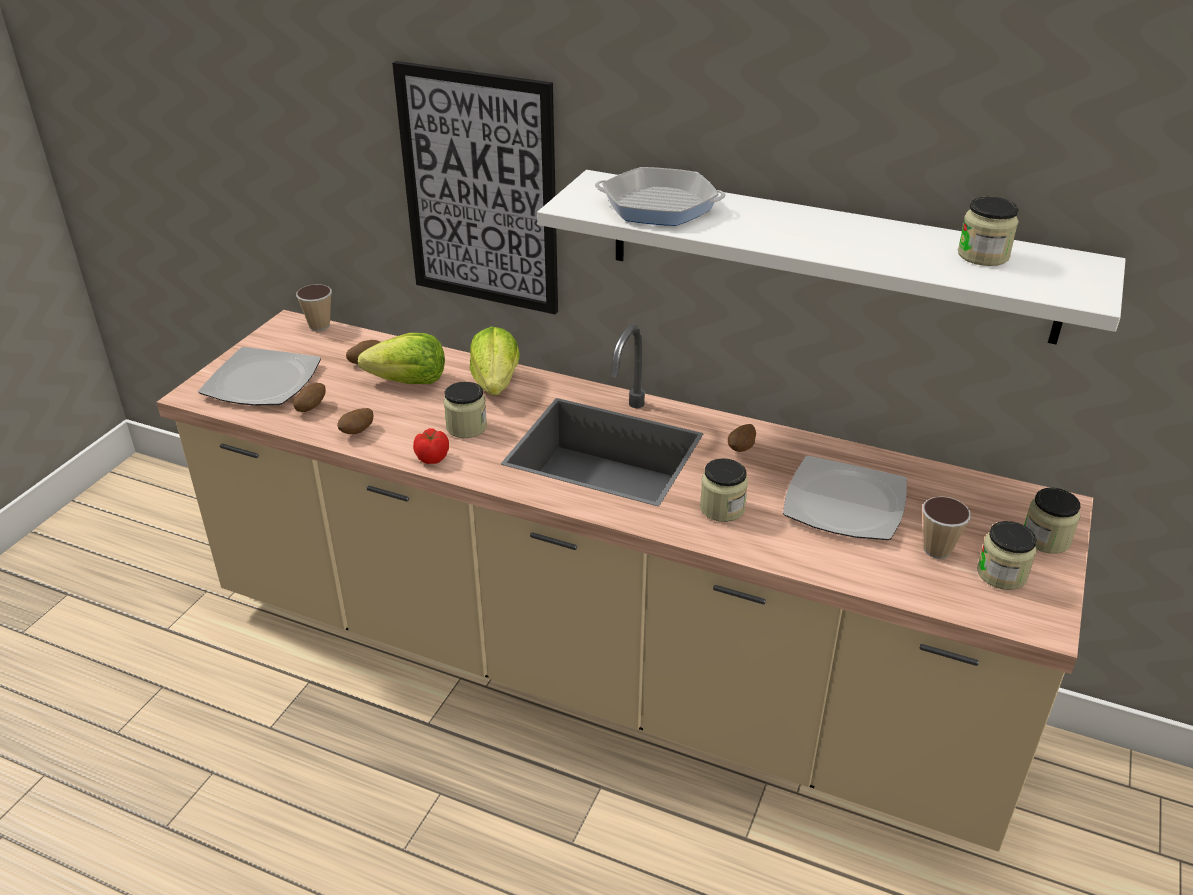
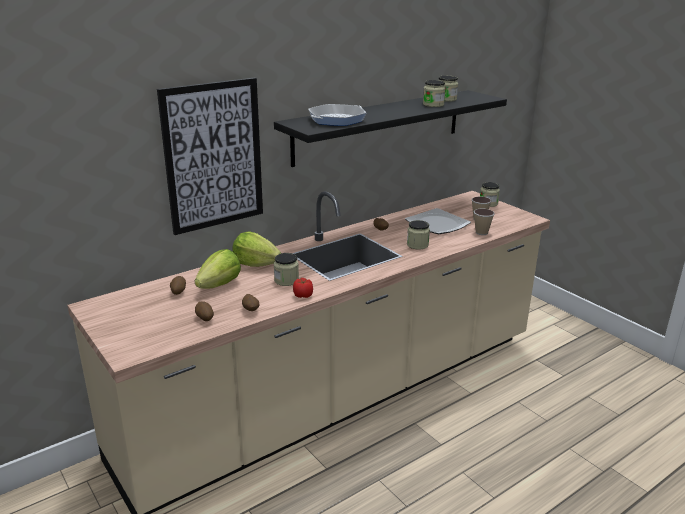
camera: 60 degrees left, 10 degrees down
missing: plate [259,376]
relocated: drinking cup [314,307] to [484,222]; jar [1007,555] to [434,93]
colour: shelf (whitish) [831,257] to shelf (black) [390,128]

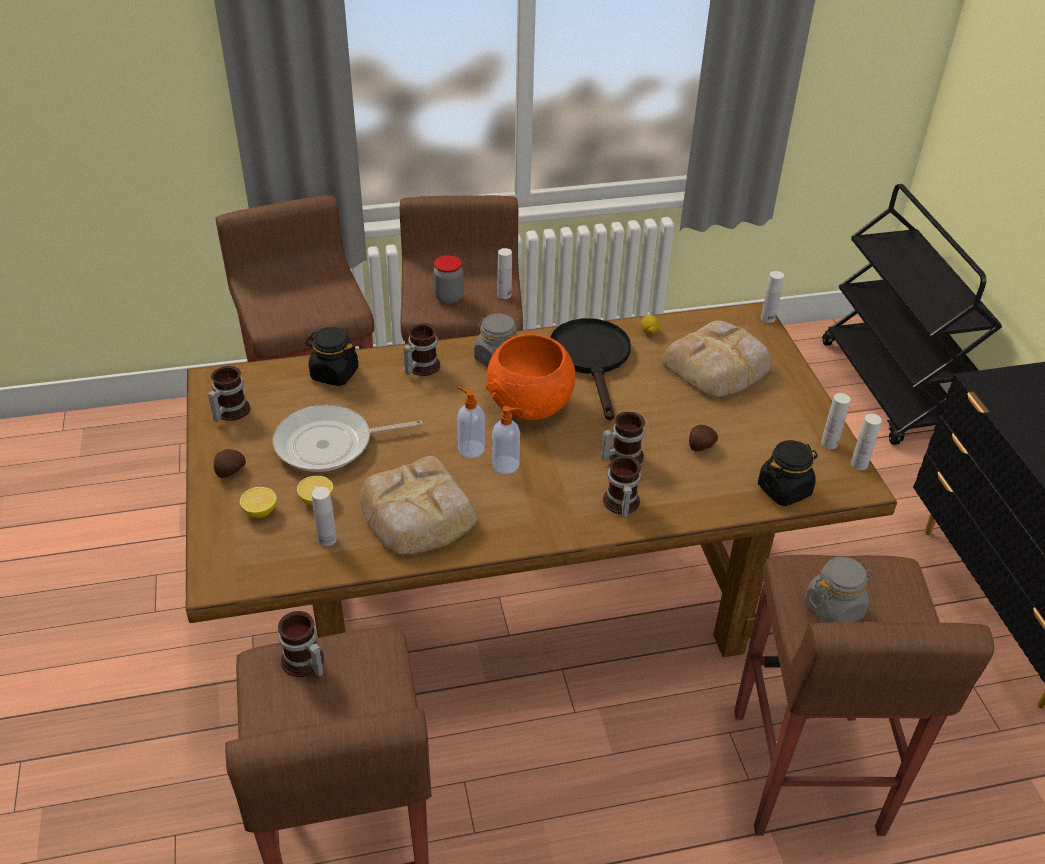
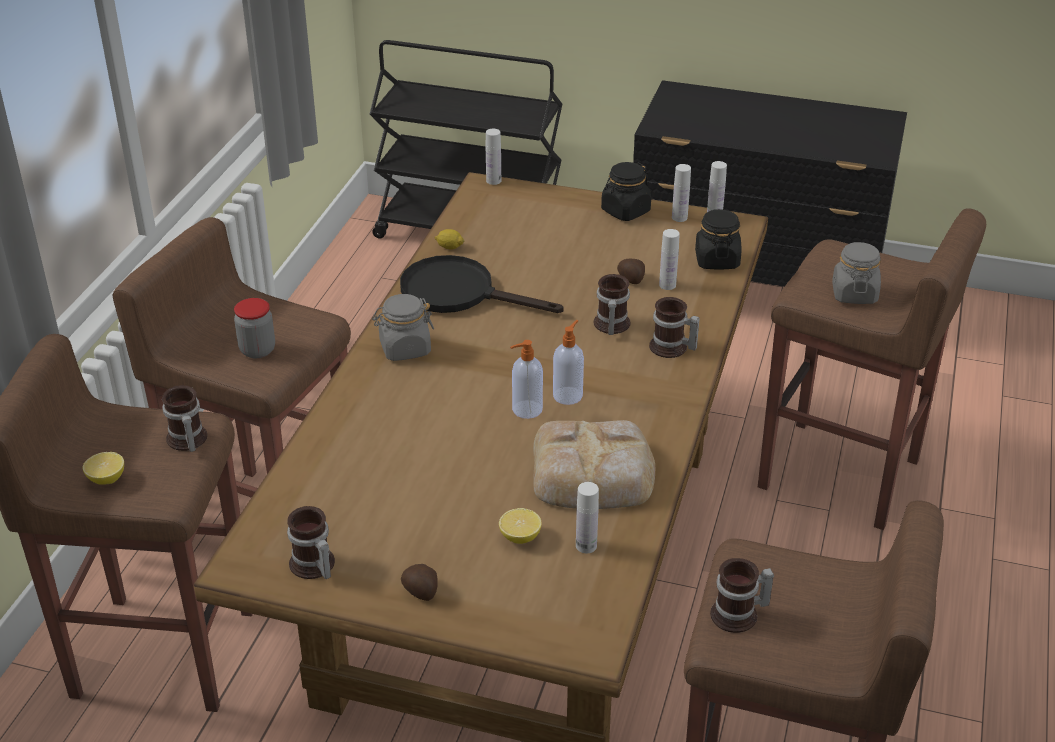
camera: 60 degrees left, 5 degrees down
missing: bread [717,358]; deep dish (orange-coloured) [530,377]; pan [348,438]
relocated: beverage bottle (whitish) [505,273] to [669,259]; mug [421,349] to [184,418]; jar (black) [332,356] to [626,191]; whole lemon [258,502] to [103,468]

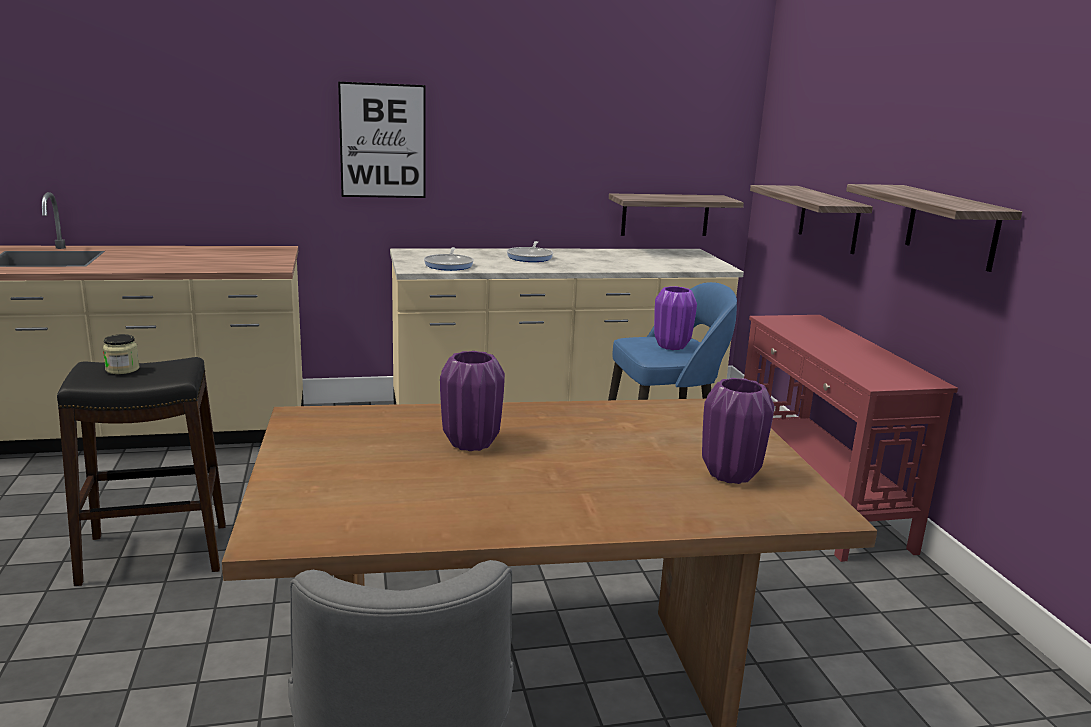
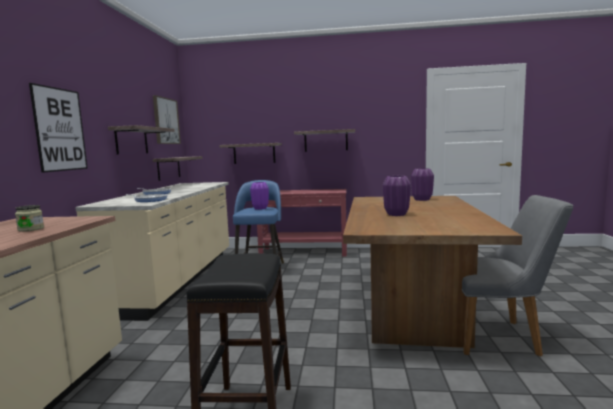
camera: 70 degrees left, 10 degrees down
appeared: picture [167,119]; shelf [141,139]
relocated: jar [121,354] to [29,218]

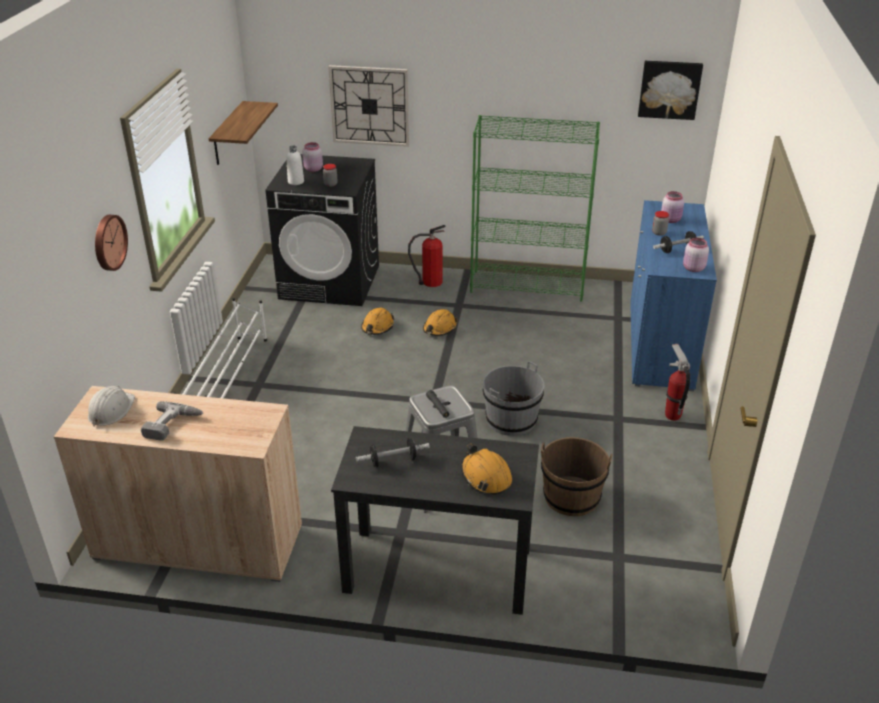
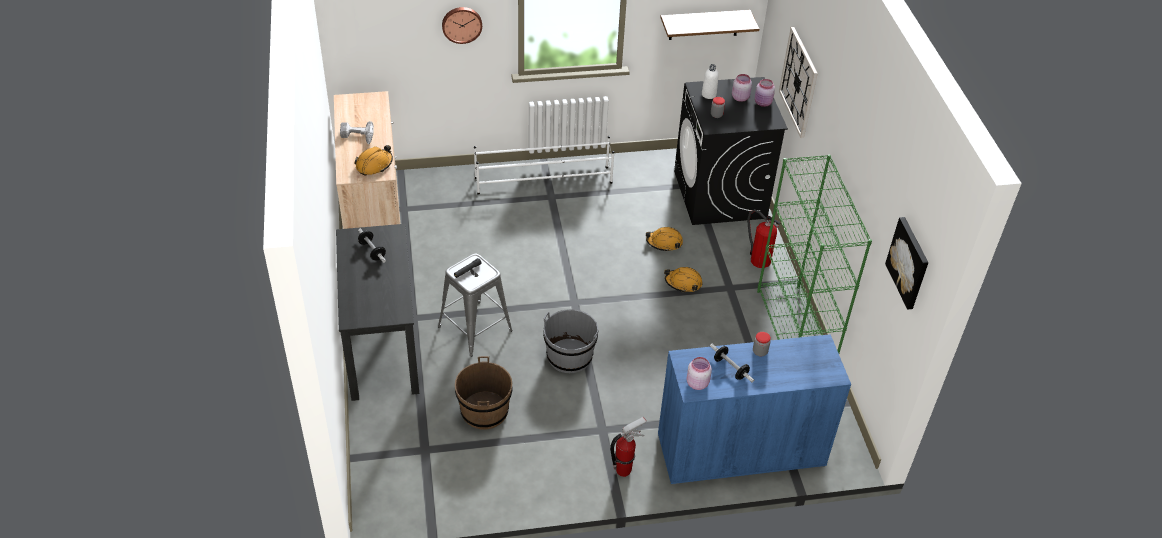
camera: 70 degrees right, 10 degrees up
missing: safety helmet (whitish) [111,406]
relocated: jar (pinkish) [672,207] to [765,93]; safety helmet (orange-coloured) [486,469] to [373,160]

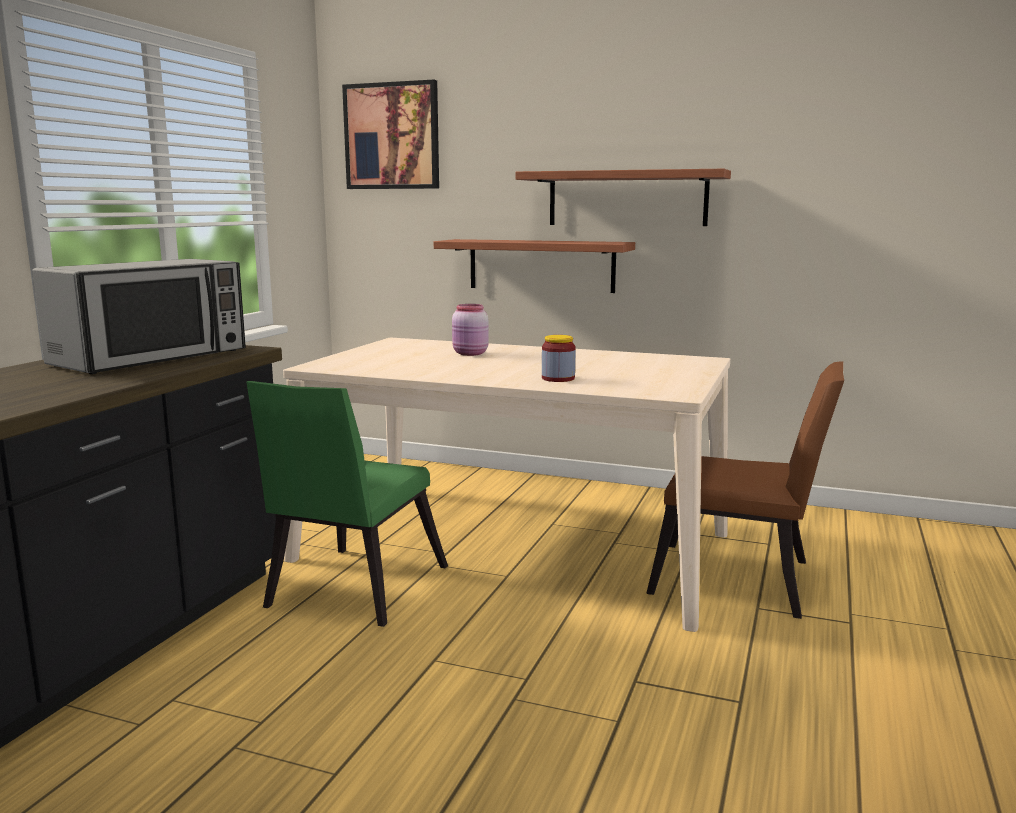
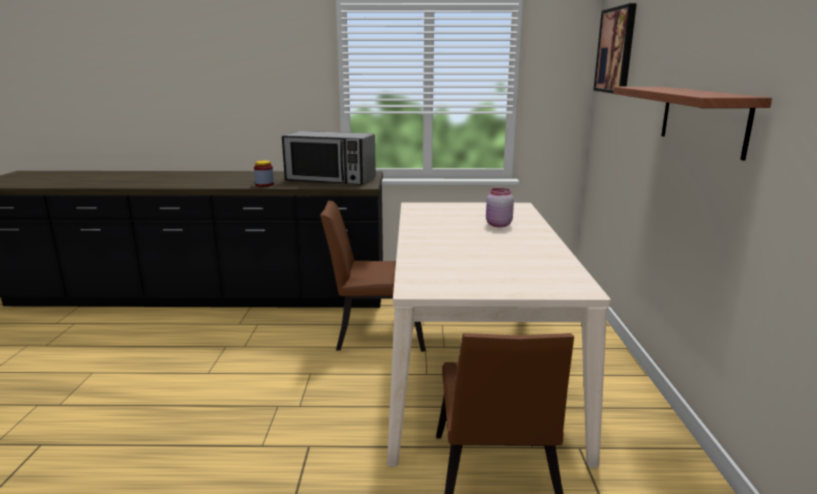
camera: 70 degrees right, 5 degrees up
missing: shelf [534,266]
relocated: jar [559,358] to [264,173]
colour: chair (green) [347,504] to chair (brown) [372,276]

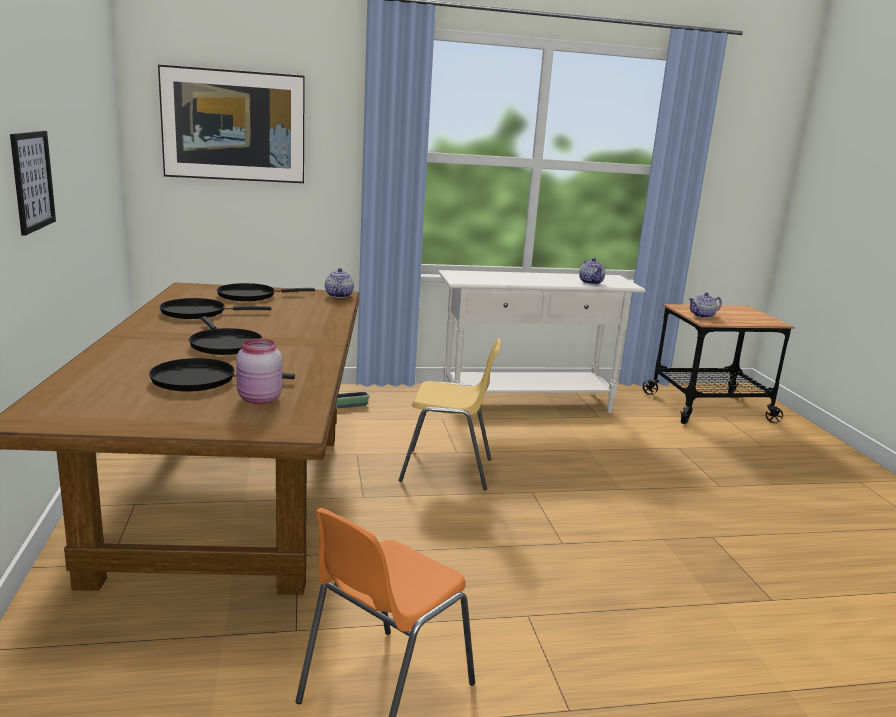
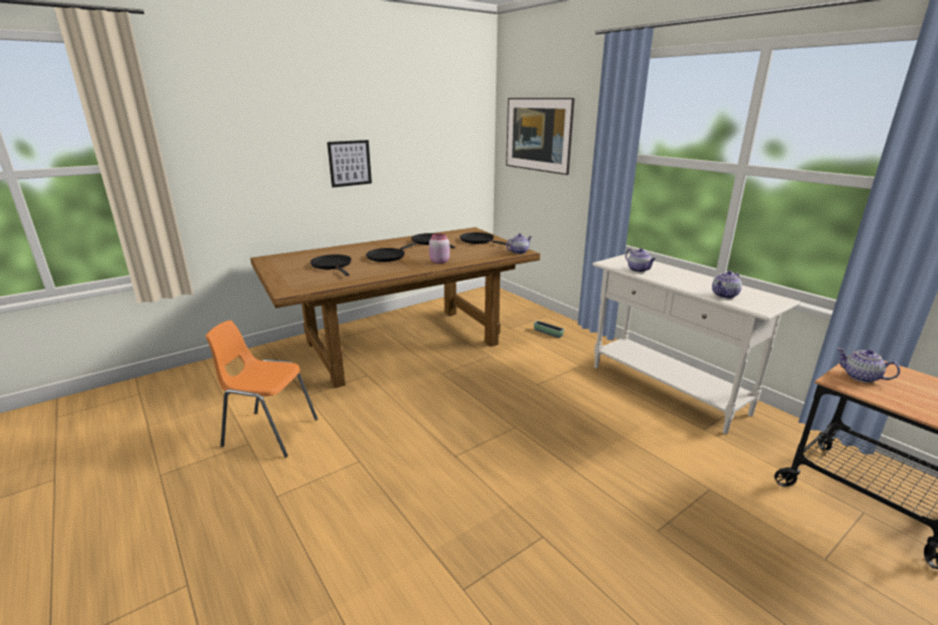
camera: 65 degrees right, 5 degrees up
missing: chair (yellowish) [449,414]
appeared: tea pot [640,260]
relocated: jar (pinkish) [259,371] to [439,249]

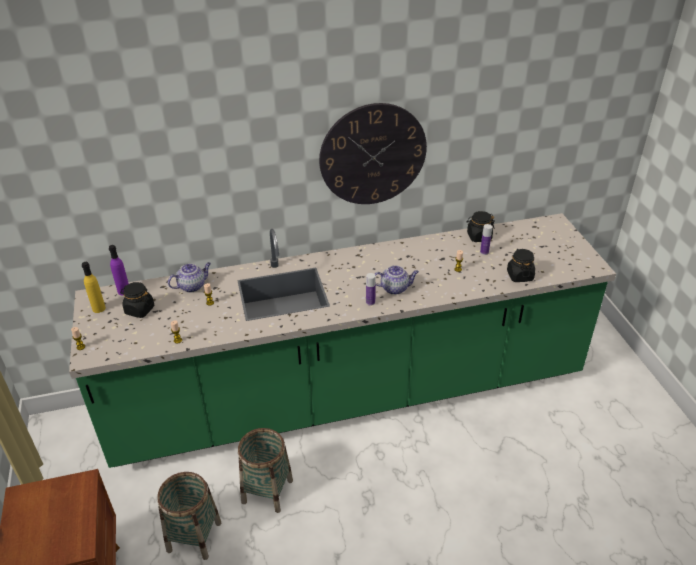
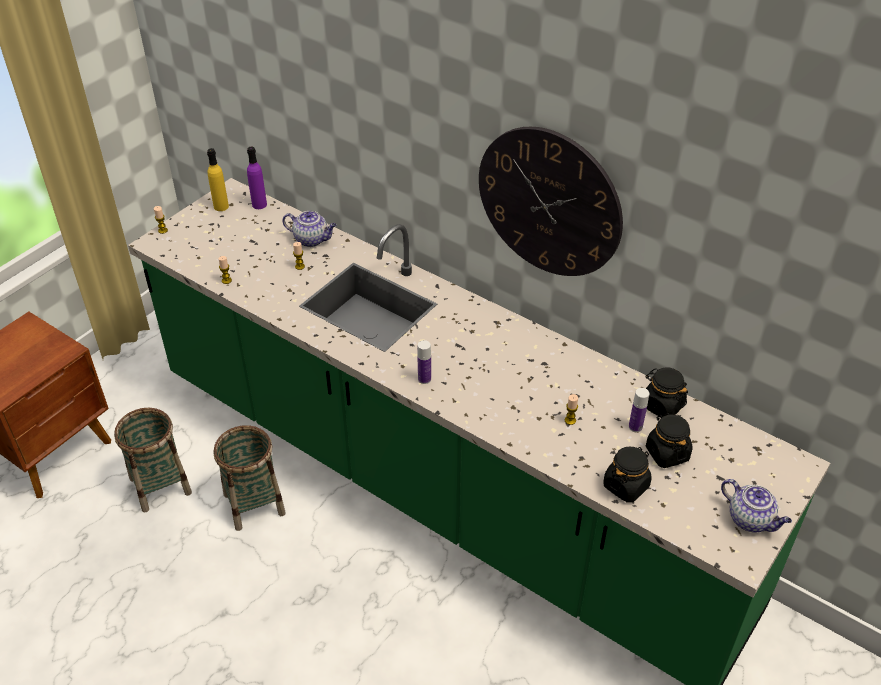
camera: 50 degrees right, 5 degrees up
relocated: tea pot [397,280] to [756,506]; jar (black) [137,300] to [669,440]

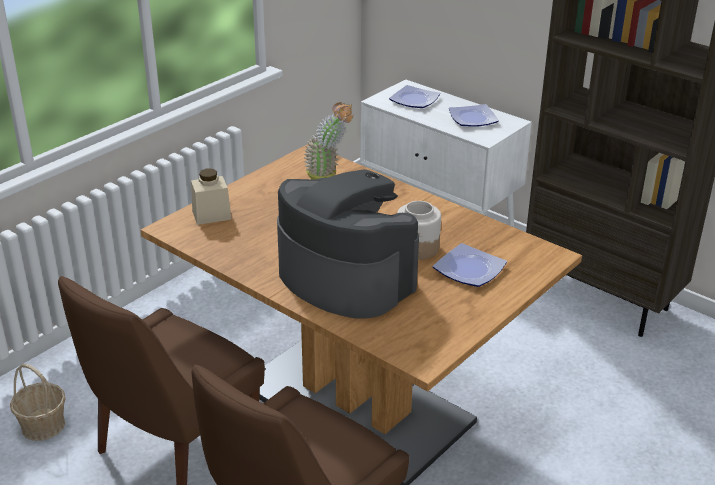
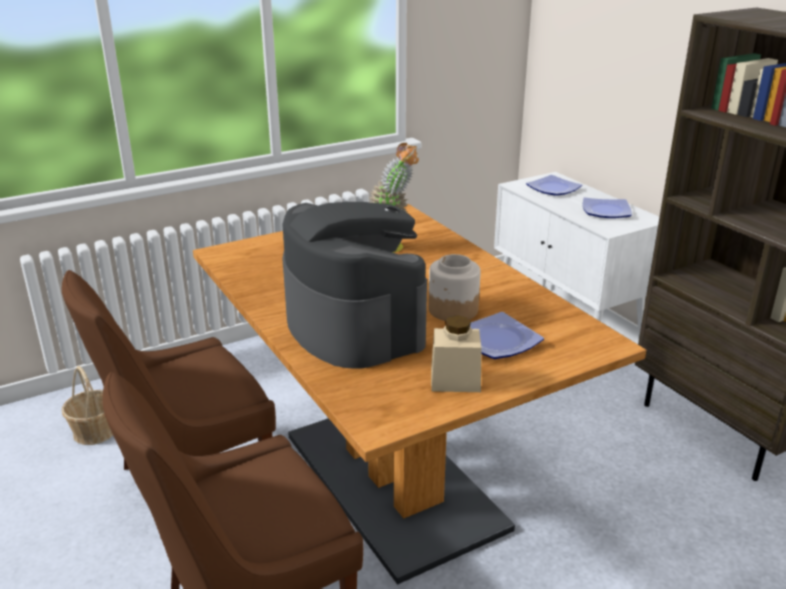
camera: 20 degrees right, 5 degrees down
relocated: jar (beige) [211,196] to [456,353]

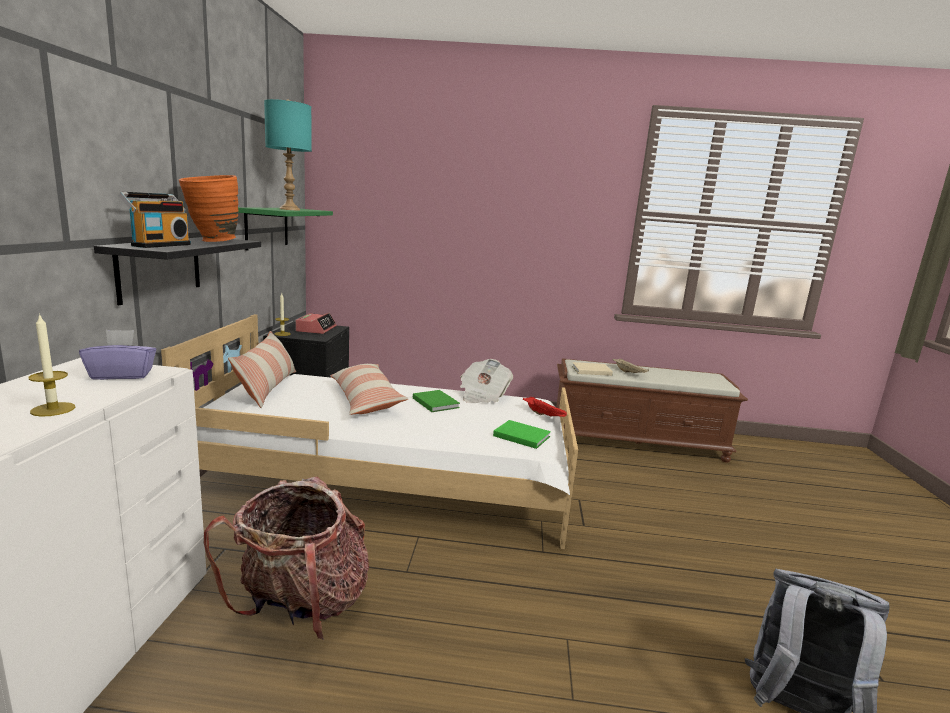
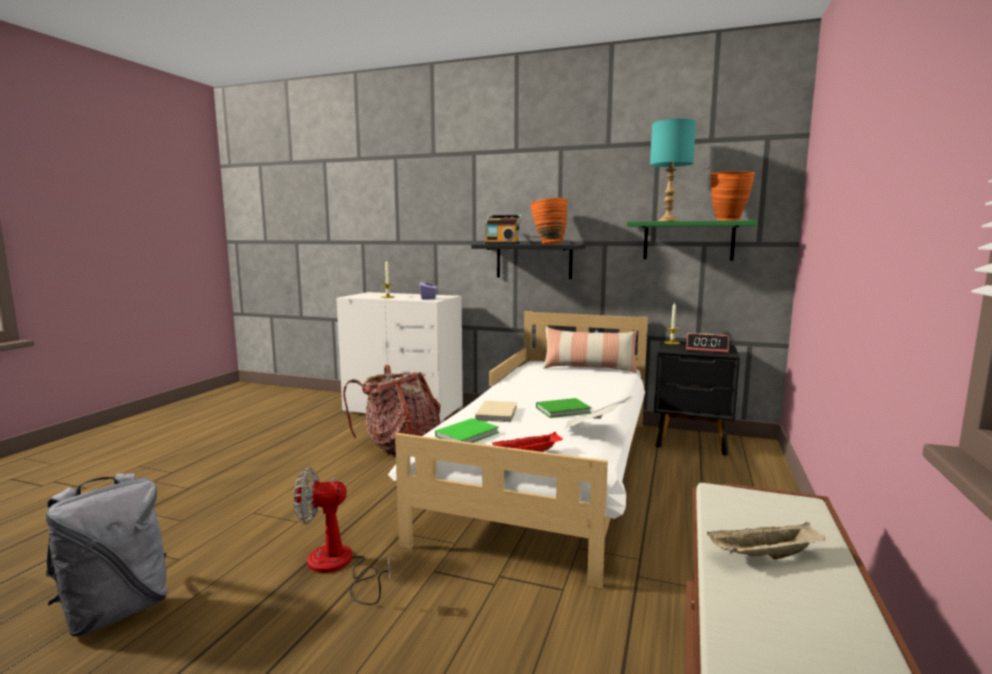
camera: 105 degrees right, 5 degrees down
missing: cushion [369,389]
appeared: vase (orange-coloured) [733,196]; fan [342,536]
relocated: volume (beige) [592,369] to [496,411]

